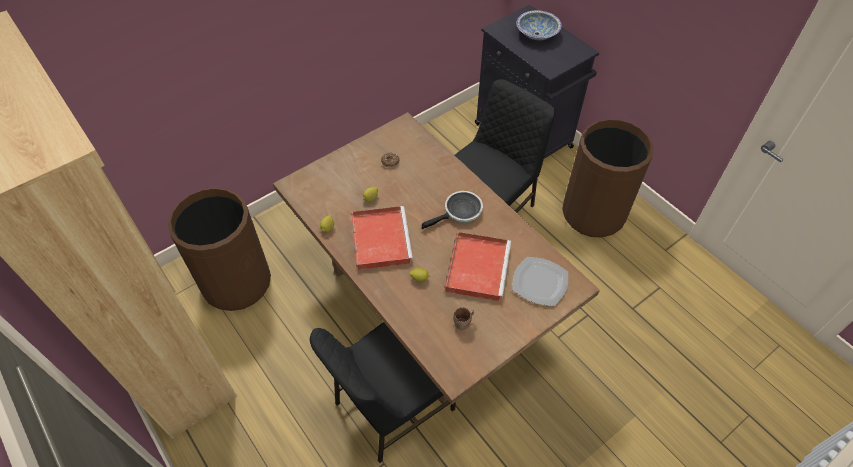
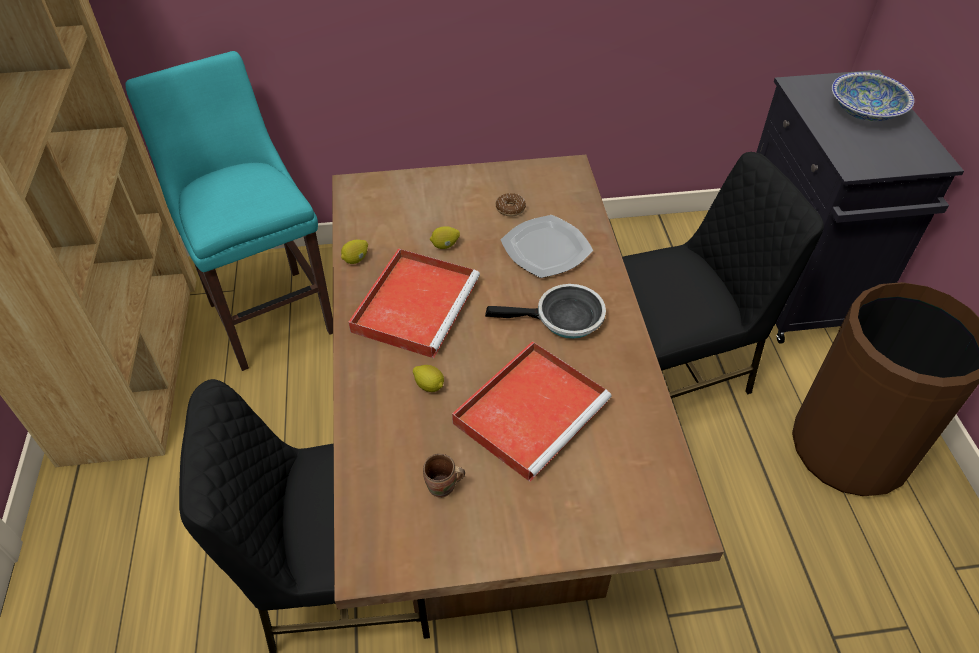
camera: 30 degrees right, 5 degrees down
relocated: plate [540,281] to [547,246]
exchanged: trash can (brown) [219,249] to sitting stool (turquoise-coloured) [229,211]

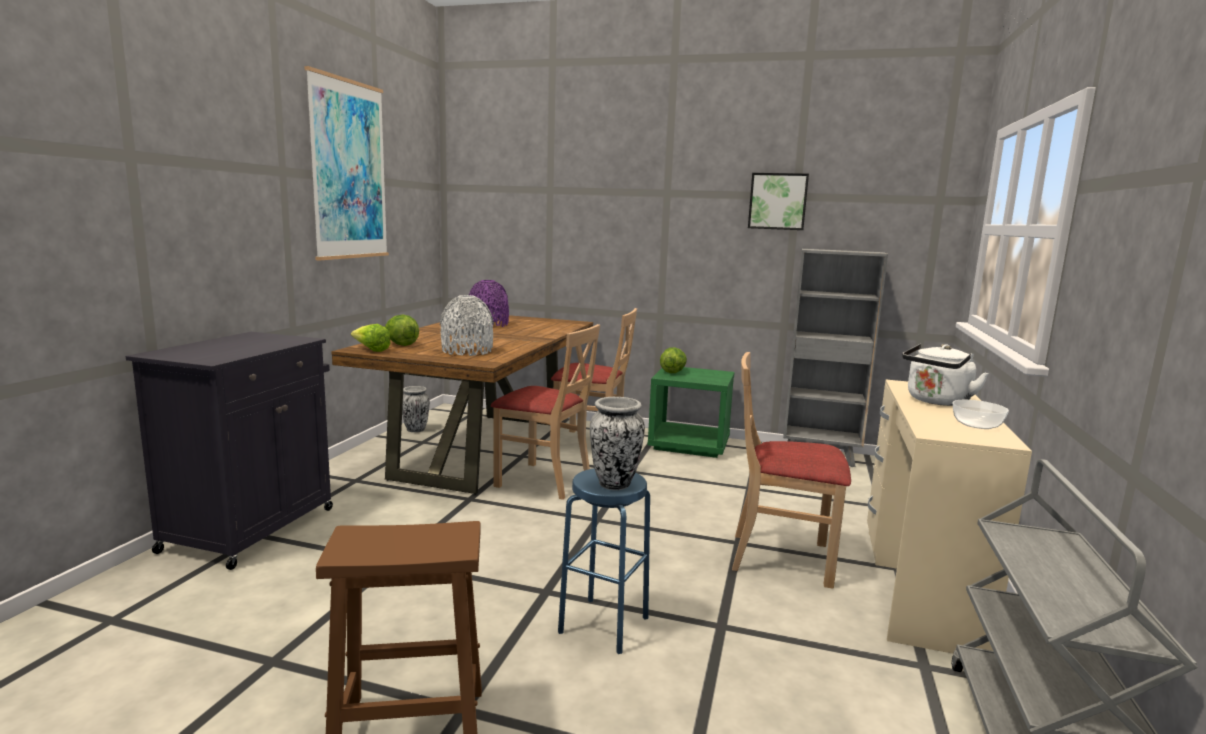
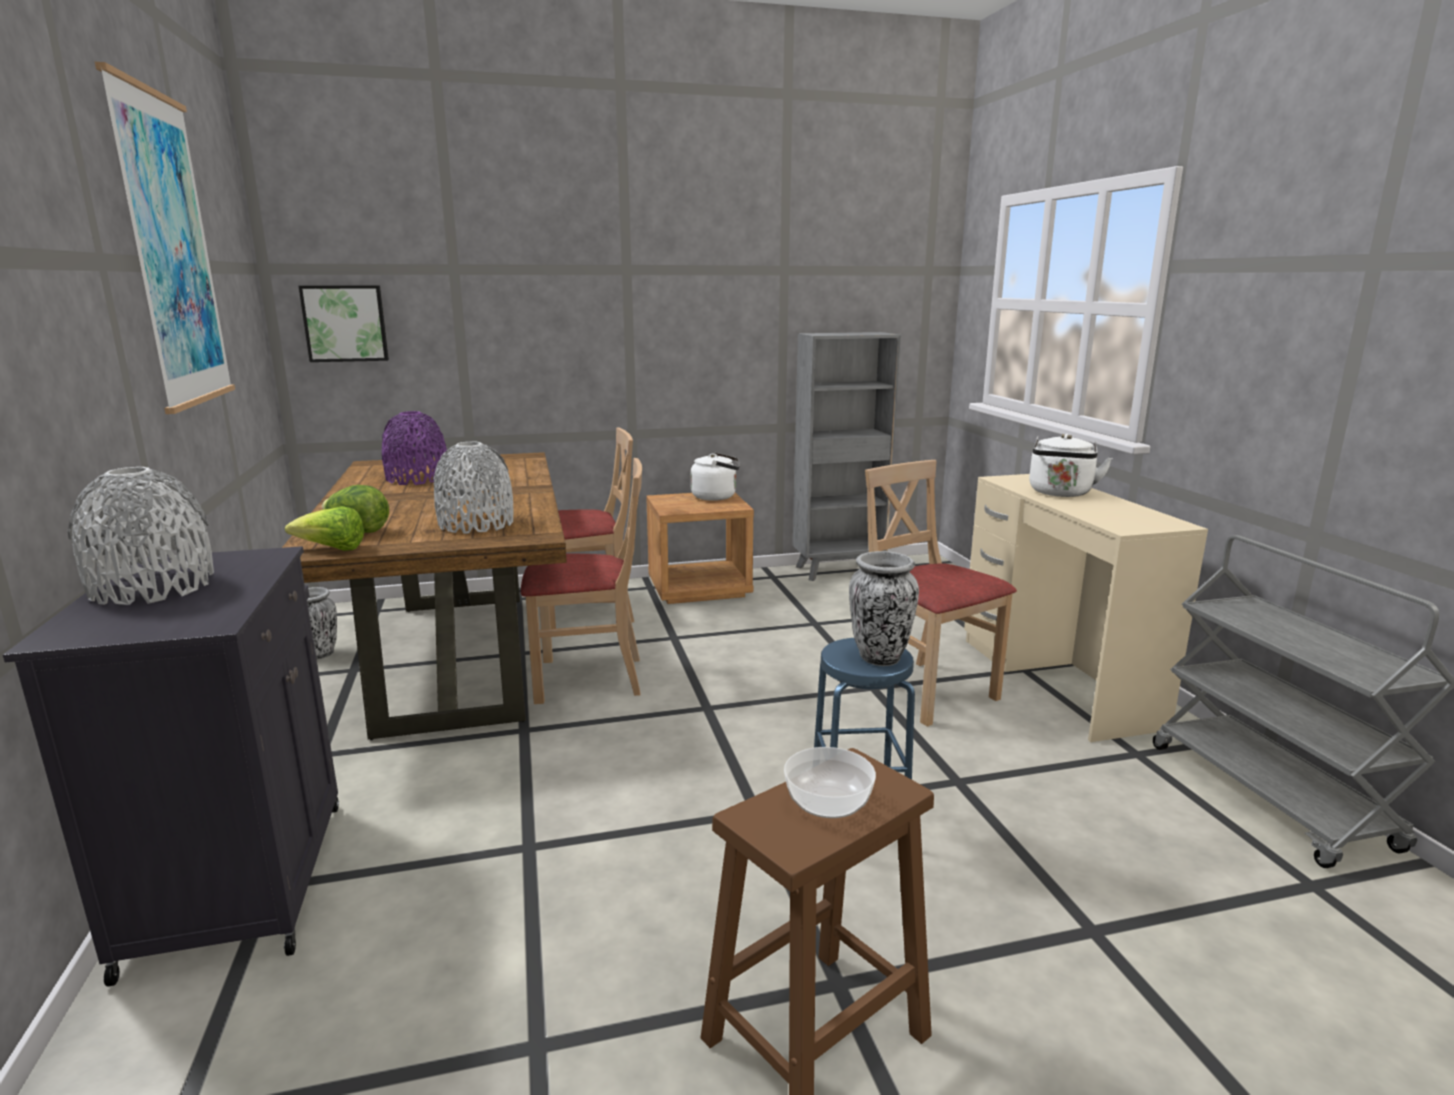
camera: 30 degrees left, 5 degrees up
missing: lettuce [673,360]
appeared: water kettle (whitish) [715,477]; vase (gray) [141,536]
relocated: picture [778,201] to [344,323]; deep dish [981,414] to [830,782]
colour: nightstand (green) [691,412] to nightstand (brown) [700,548]
spun: chair (beige) [791,470] = [941,593] 75 degrees clockwise

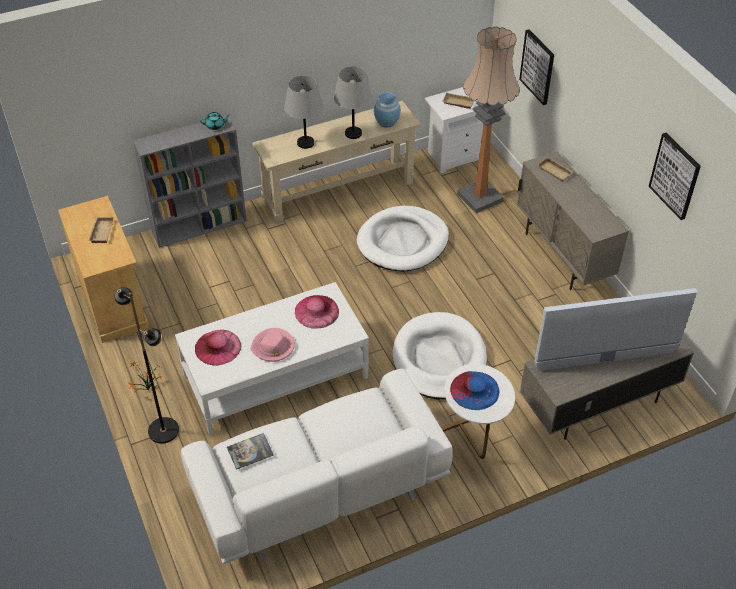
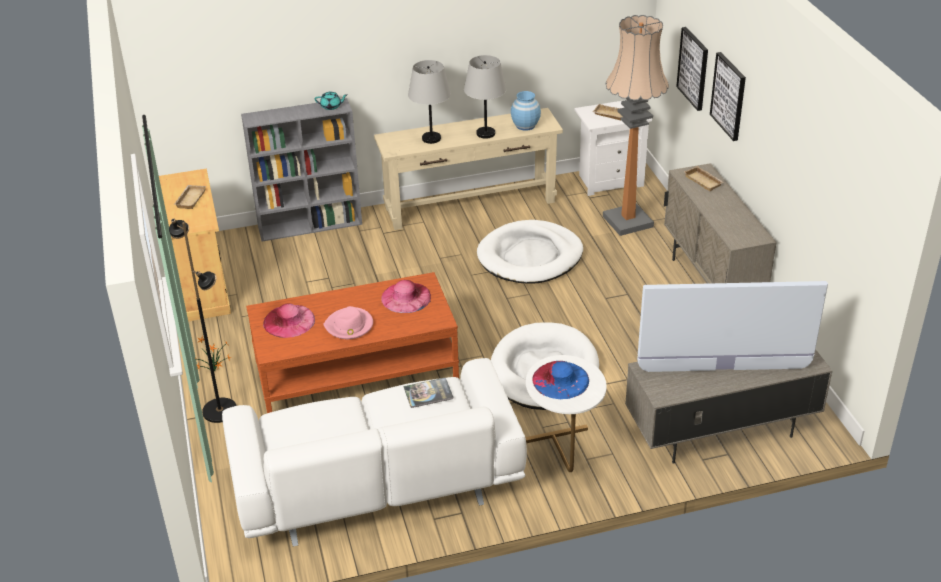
camera: 10 degrees right, 10 degrees down
relocated: picture [674,176] to [728,96]; volume [250,451] to [428,392]
colour: coffee table (whitish) [272,358] to coffee table (brown) [352,342]

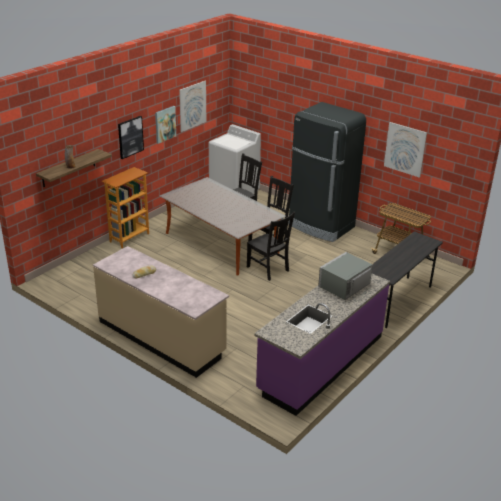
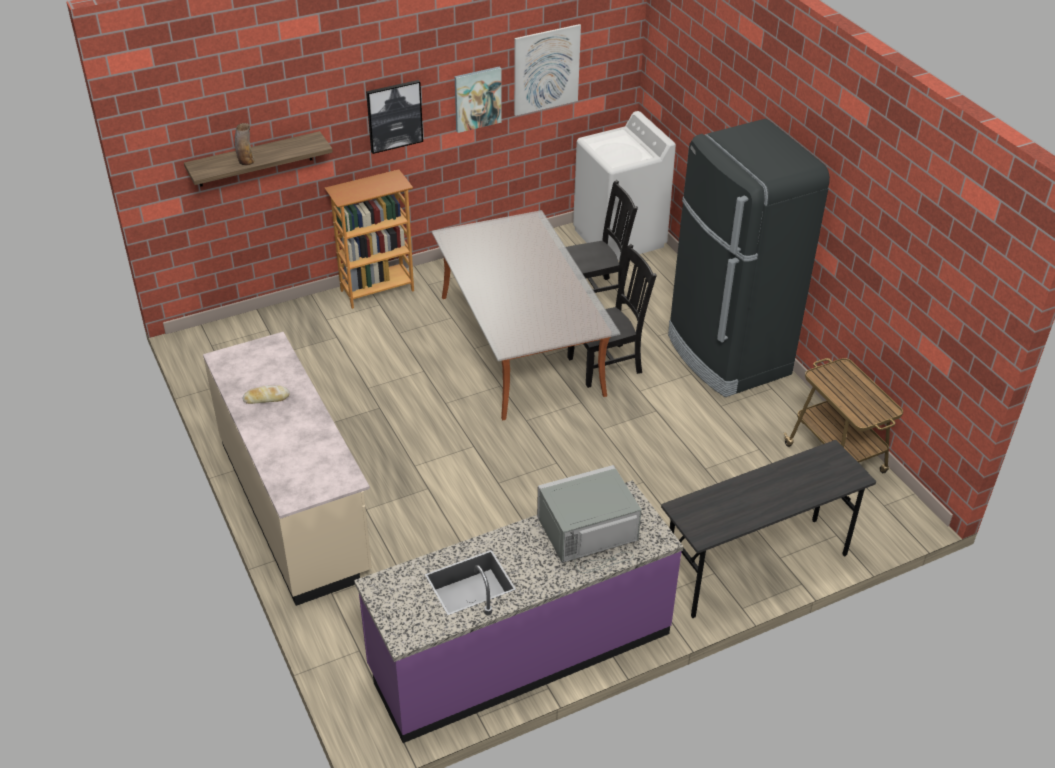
camera: 25 degrees right, 10 degrees up
missing: picture [405,150]; chair (black) [271,246]

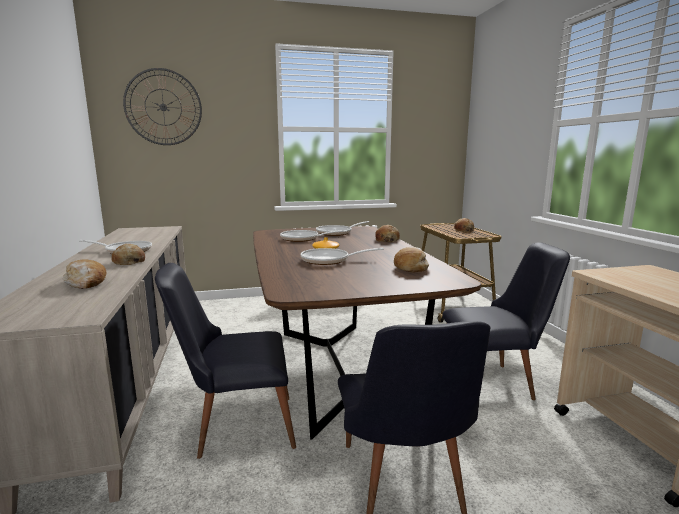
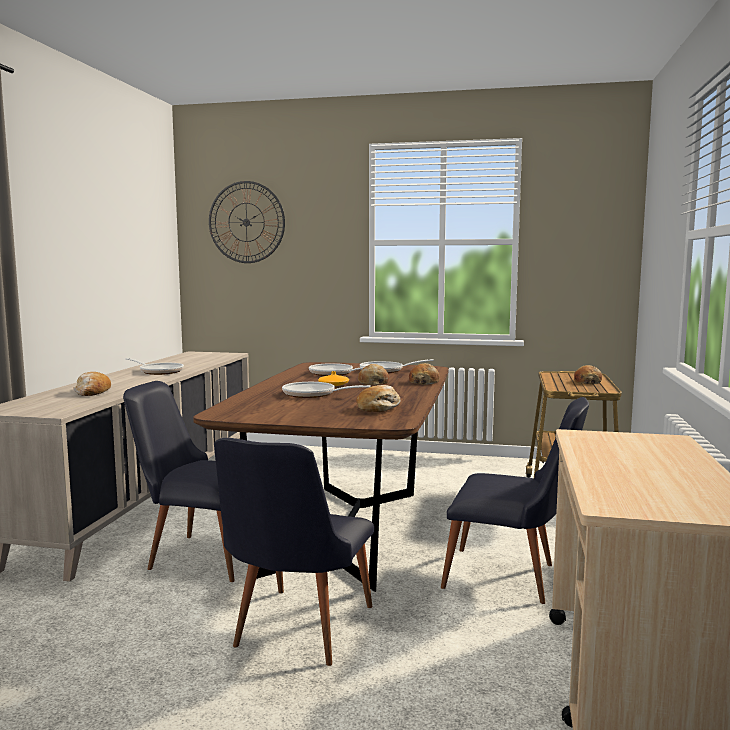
camera: 25 degrees right, 5 degrees down
relocated: bread [128,254] to [373,374]

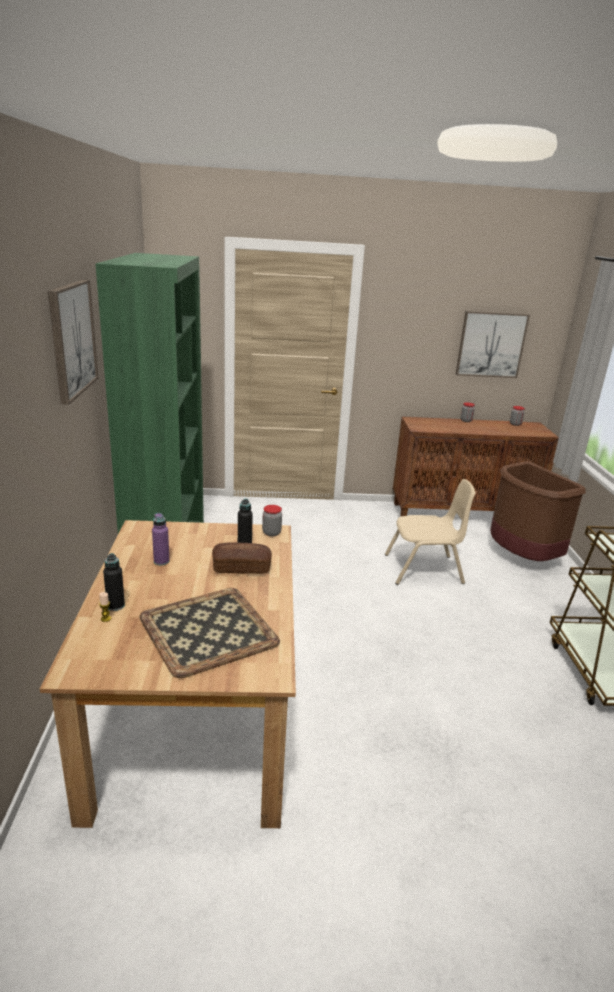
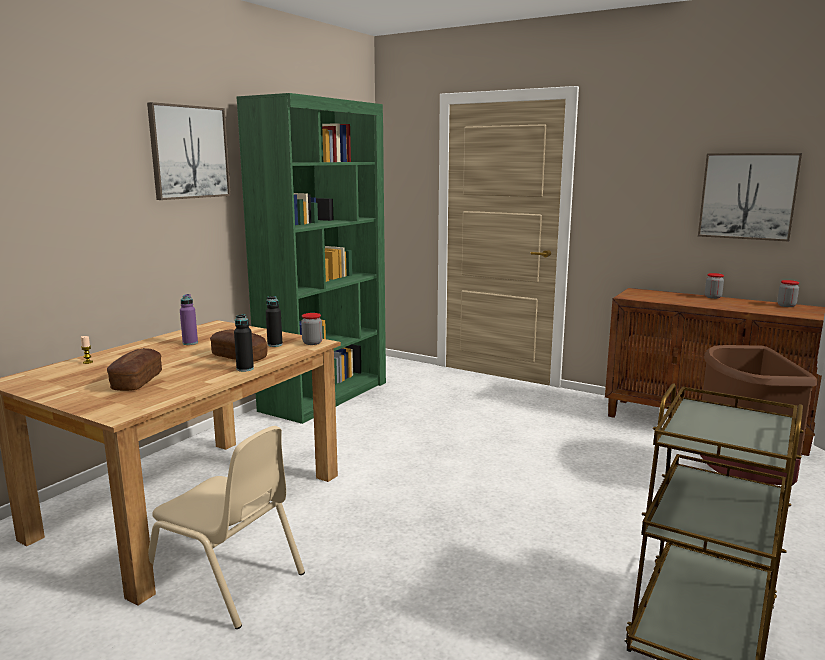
camera: 35 degrees right, 10 degrees down
relocated: chair (beige) [430,532] to [226,527]; beverage bottle (black) [114,582] to [244,343]
exchanged: carrying tray [209,633] to bread [134,369]

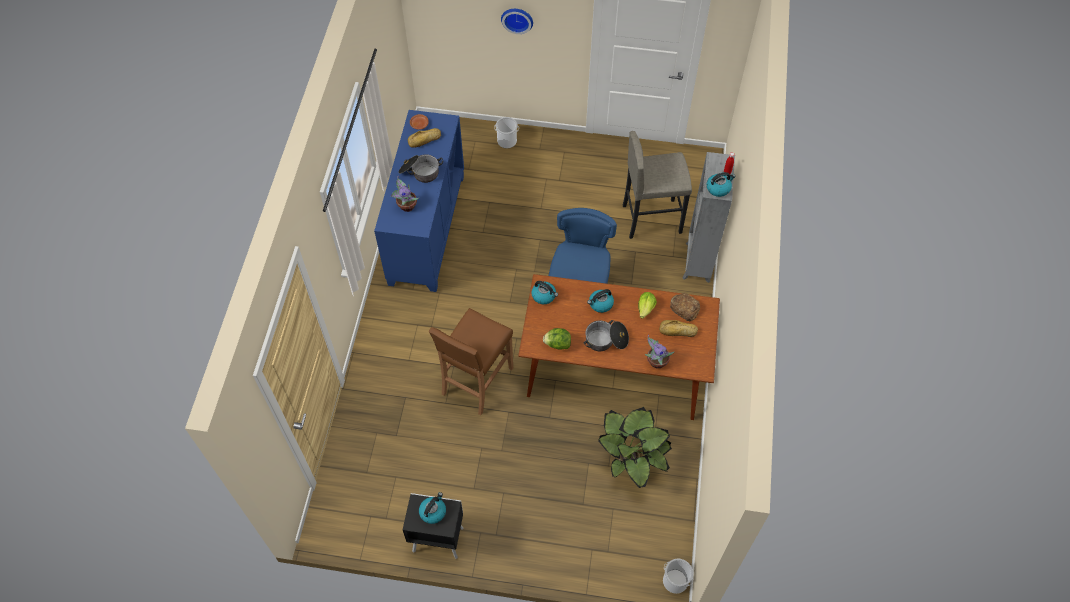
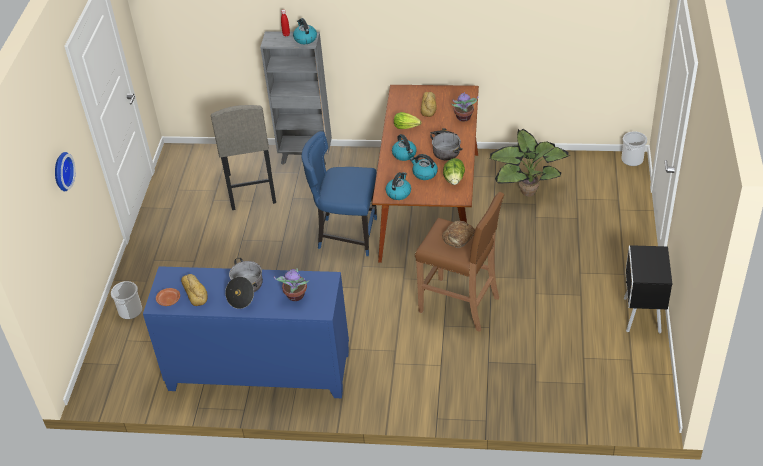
camera: 90 degrees left, 15 degrees down
relocated: bread [685,307] to [458,234]; water kettle [432,508] to [424,167]

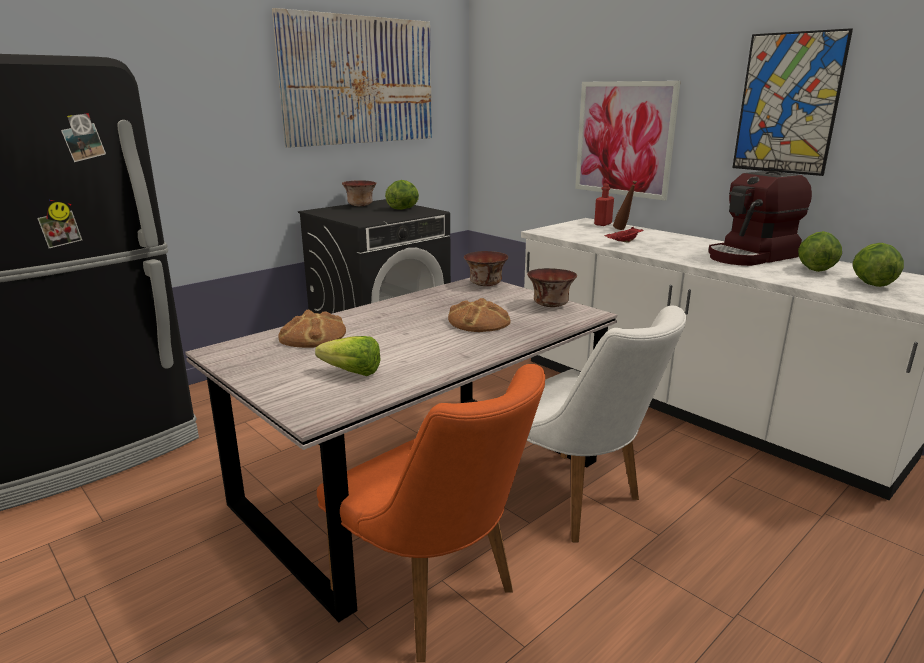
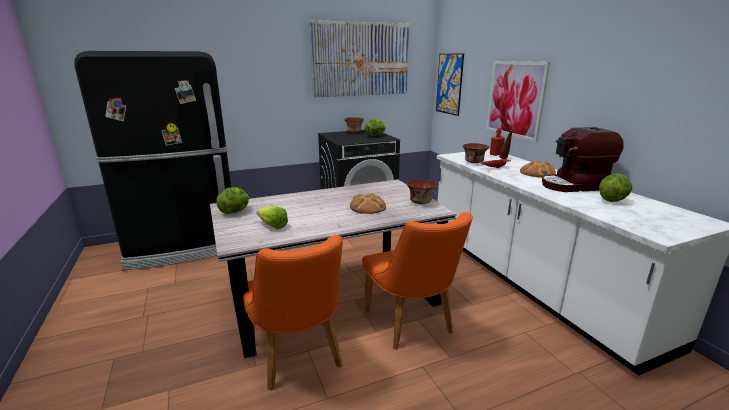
camera: 20 degrees right, 0 degrees up
relocated: picture [792,102] to [450,85]; lettuce [878,265] to [232,200]; deep dish [486,268] to [475,153]; bread [312,329] to [538,169]
colour: chair (whitish) [606,424] to chair (orange-coloured) [417,280]

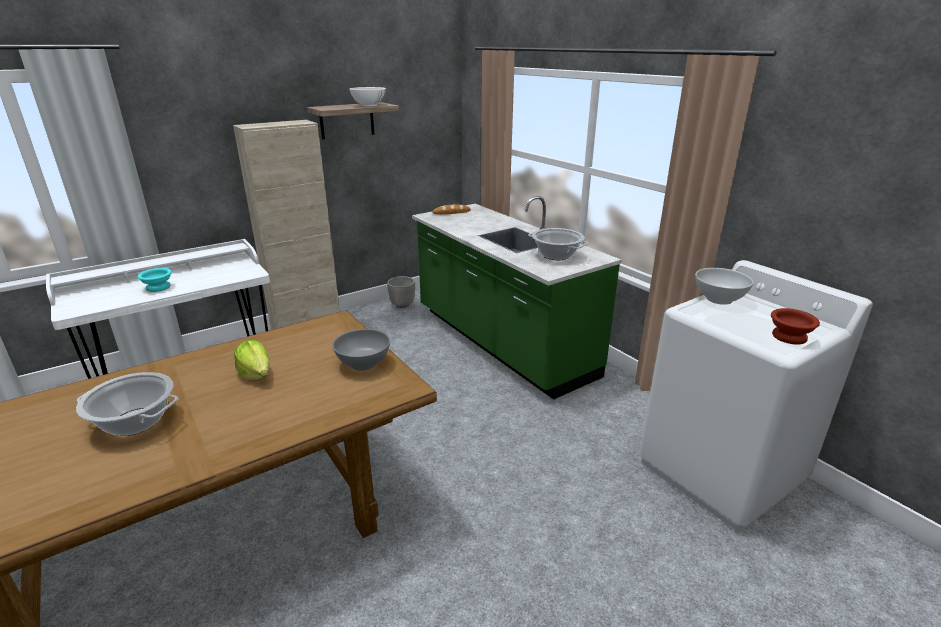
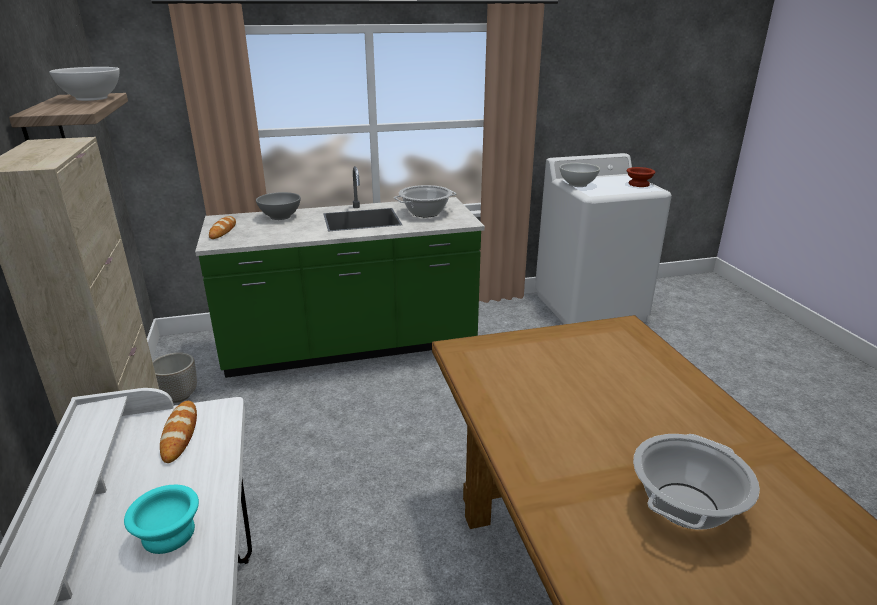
camera: 70 degrees left, 0 degrees up
missing: lettuce [252,360]
appeared: bread [178,432]
relocated: deep dish (gray) [361,350] to [278,206]

